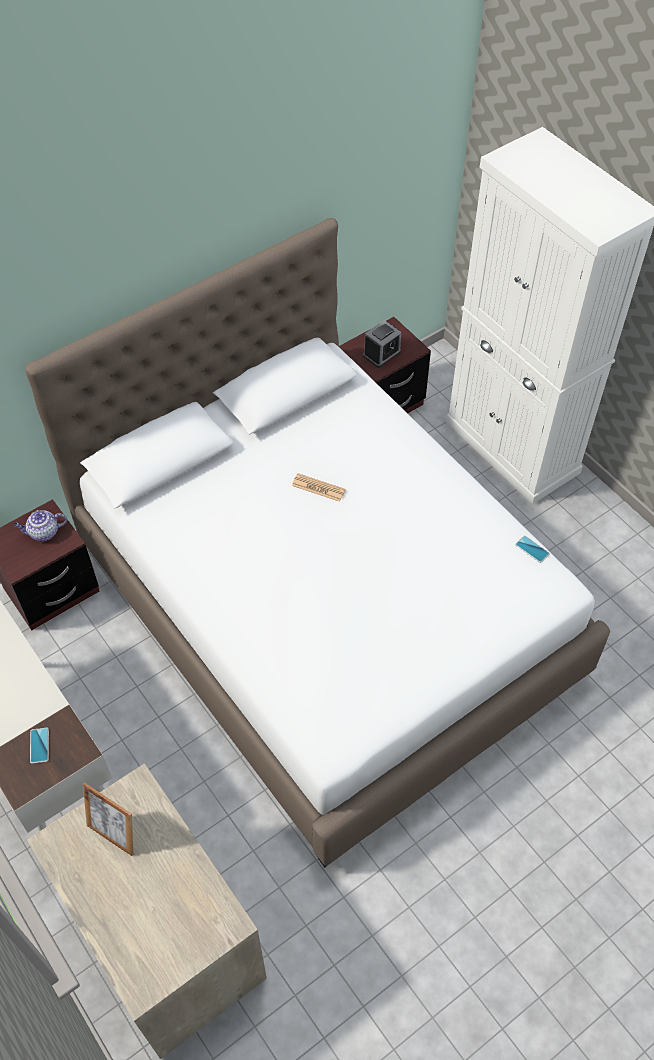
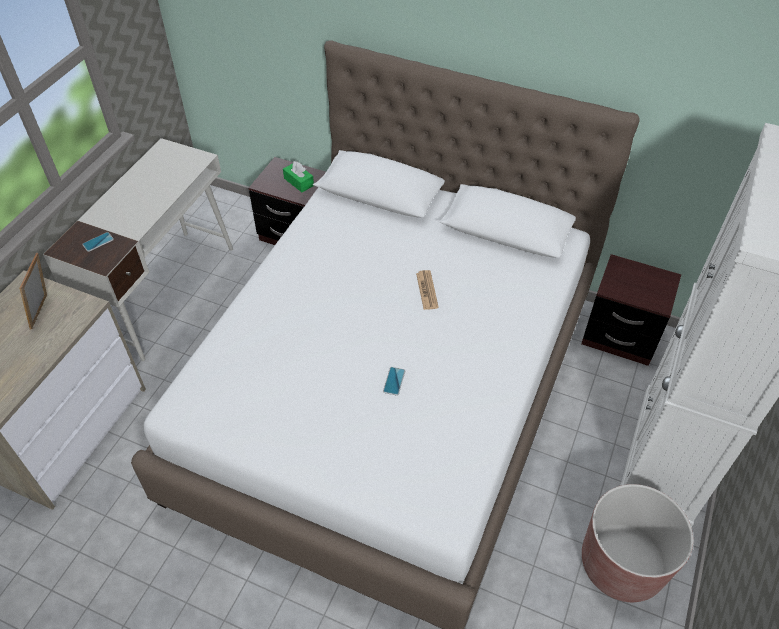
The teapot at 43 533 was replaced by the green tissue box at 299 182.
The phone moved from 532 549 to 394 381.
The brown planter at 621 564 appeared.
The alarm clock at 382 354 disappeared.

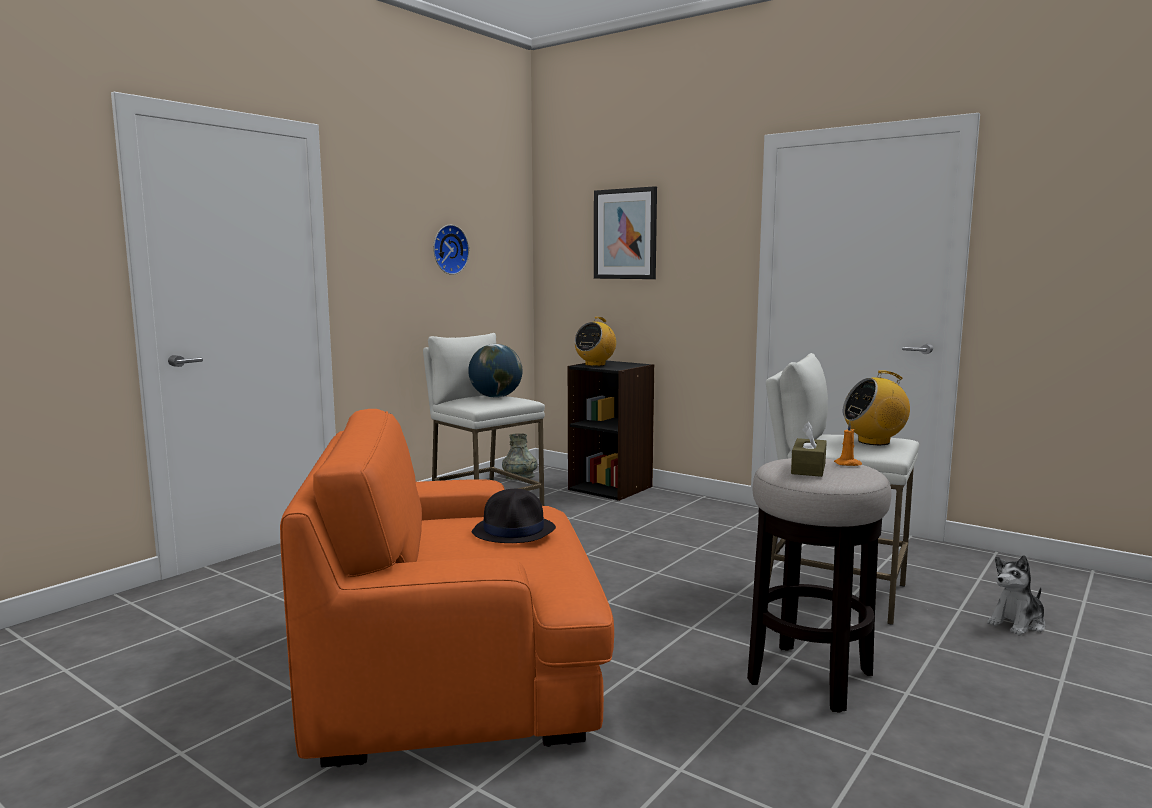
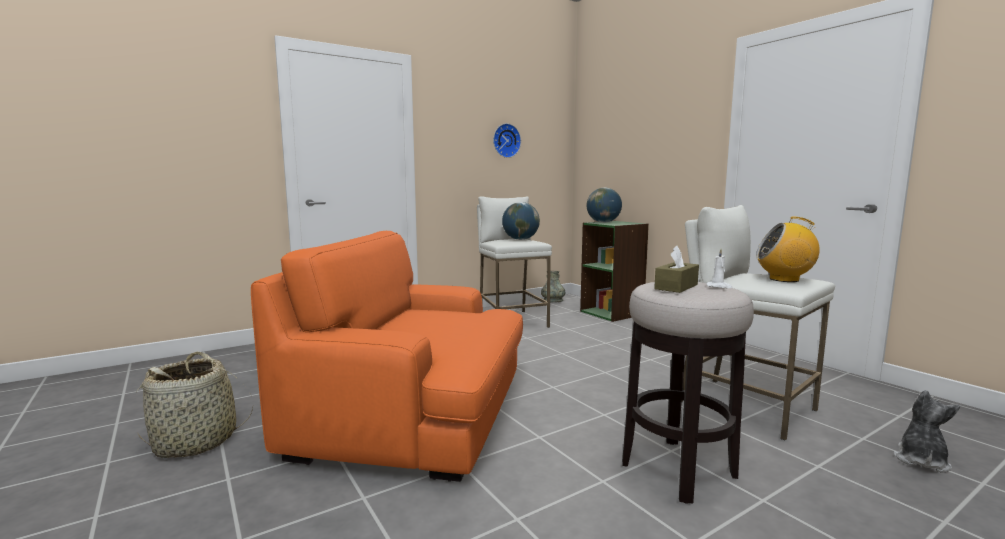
The basket at 196 442 appeared.
The black bookcase at 611 488 became the green bookcase at 612 313.
The radio at 595 364 was replaced by the globe at 603 222.
The orange candle at 848 464 became the white candle at 719 287.
The plush toy at 1017 623 turned 135 degrees clockwise.
The black hat at 514 531 disappeared.
The picture at 625 234 disappeared.

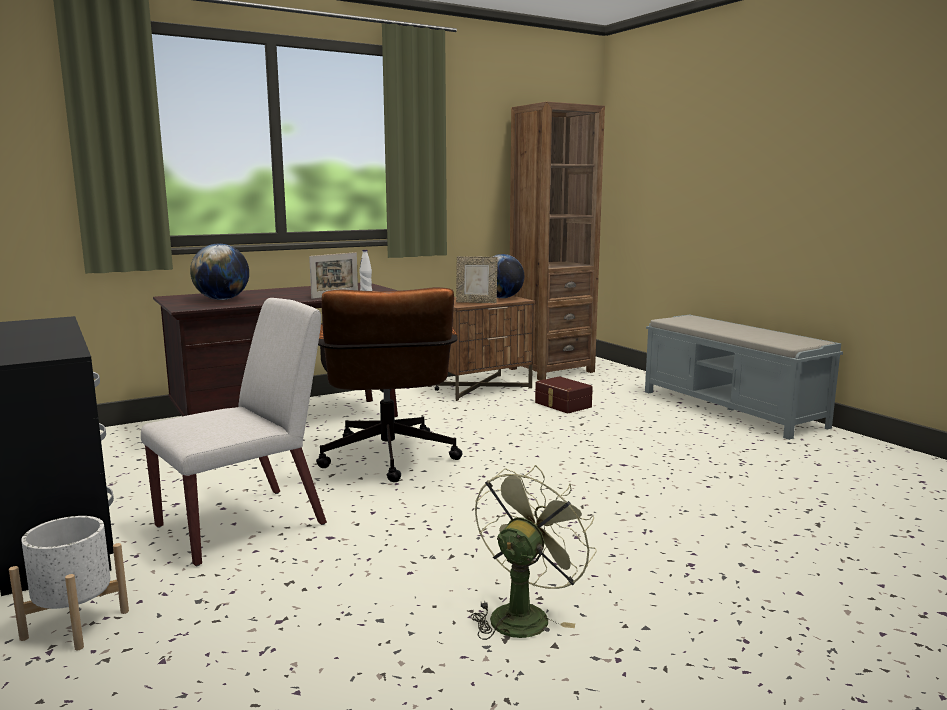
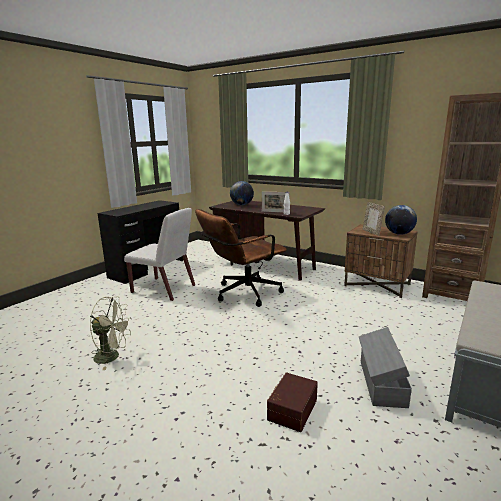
The brown storage box moved from 562 405 to 291 409.
The grey storage box at 381 383 appeared.
The white planter at 75 625 disappeared.

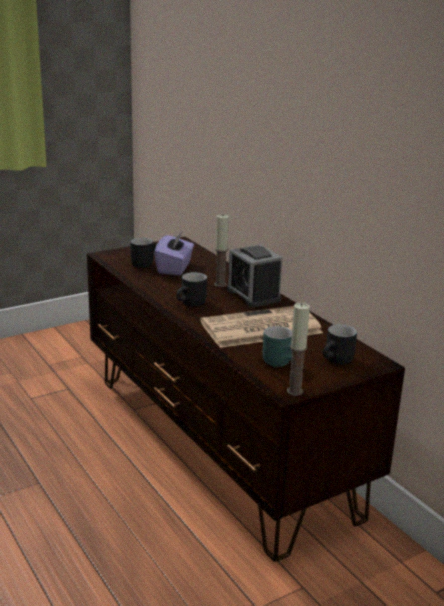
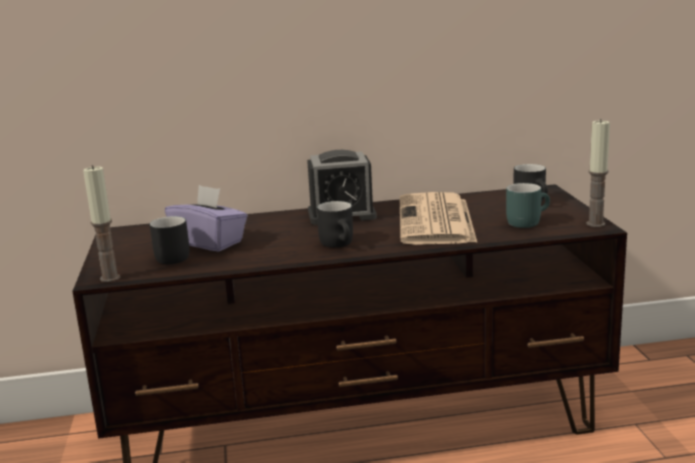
The candle moved from 220 284 to 110 278.

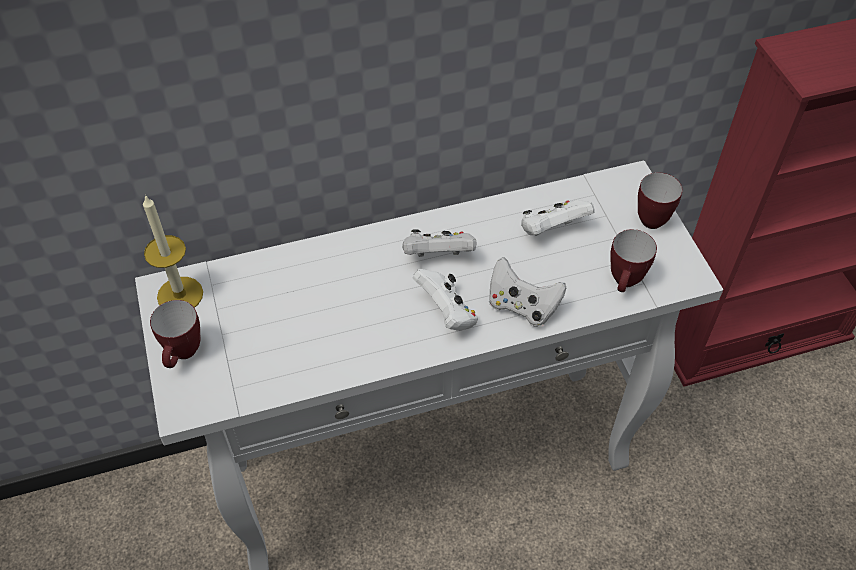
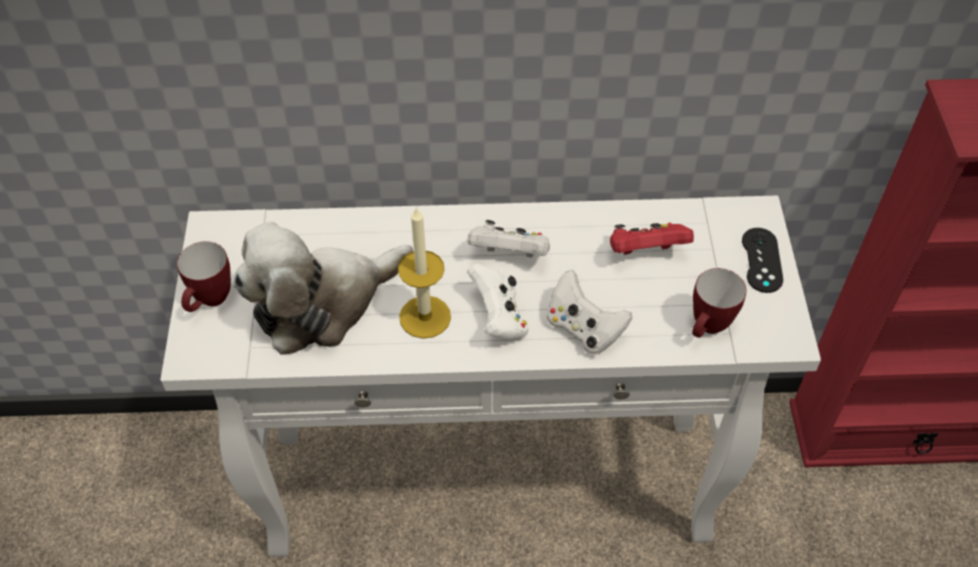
The plush toy at 322 303 appeared.
The candle moved from 180 295 to 425 317.
The white game controller at 552 230 became the red game controller at 645 252.
The mug at 649 217 was replaced by the black game controller at 761 260.

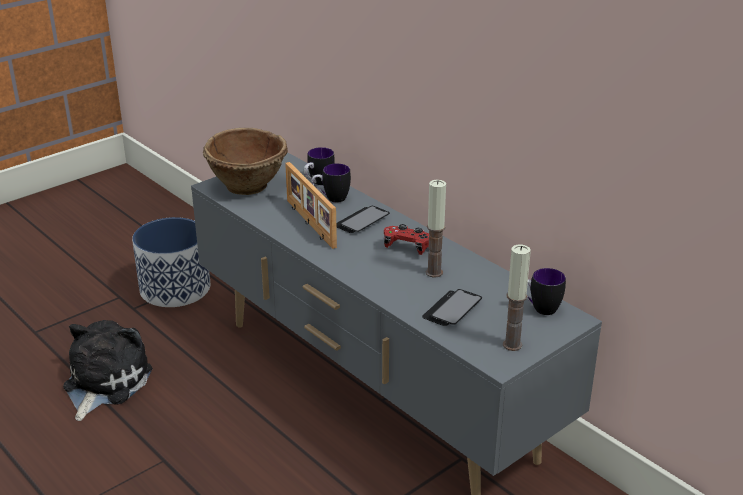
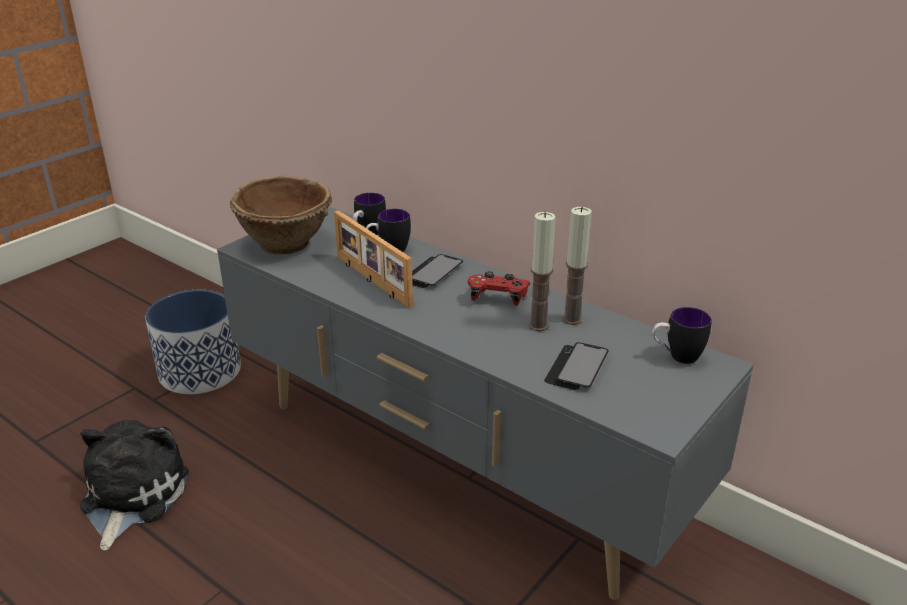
The candle moved from 512 345 to 572 319.

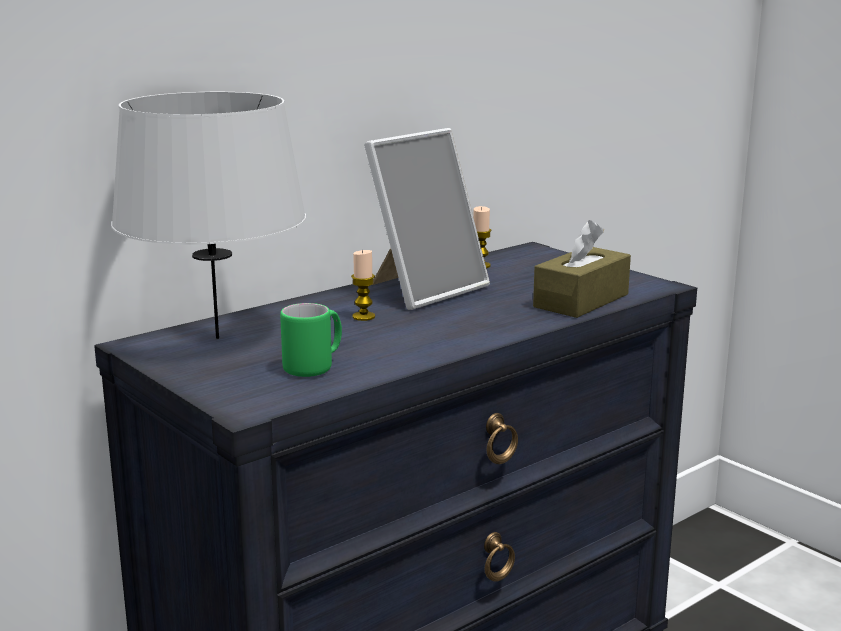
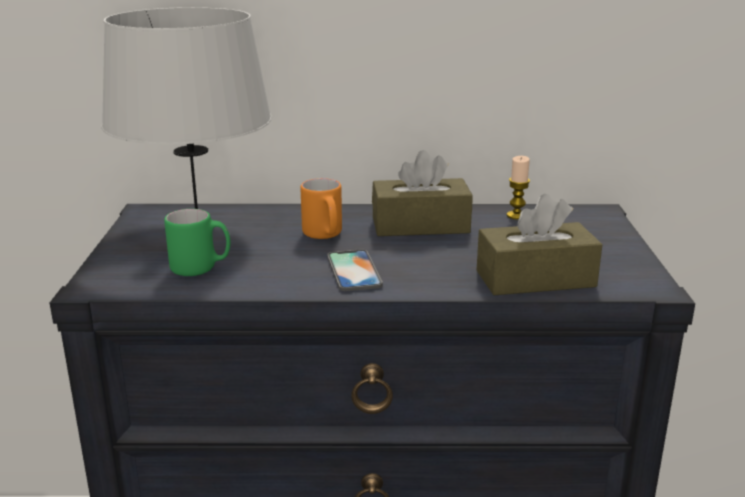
The candle at 363 317 was replaced by the orange mug at 324 236.
The phone at 354 271 appeared.
The picture frame at 424 290 was replaced by the brown tissue box at 420 225.

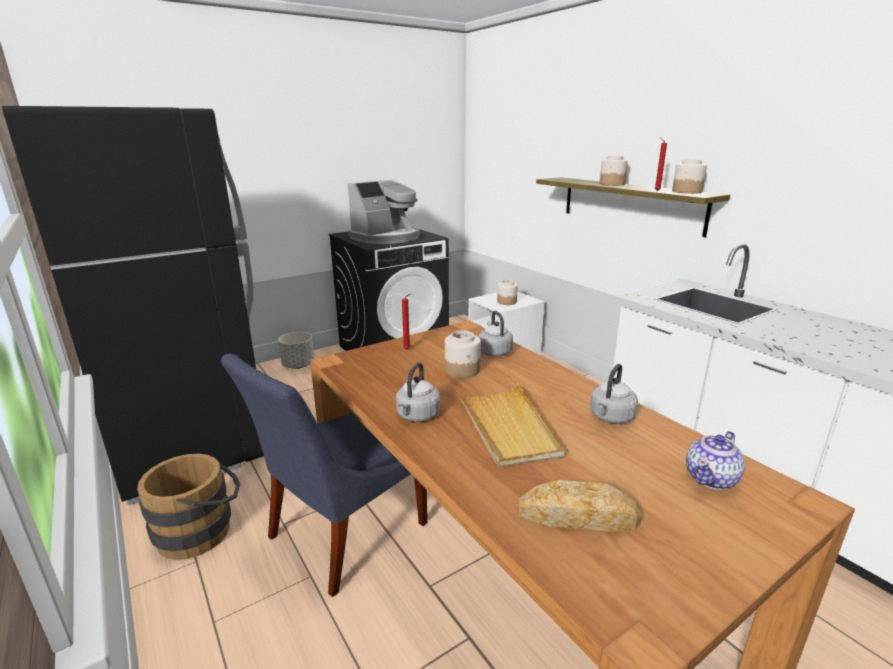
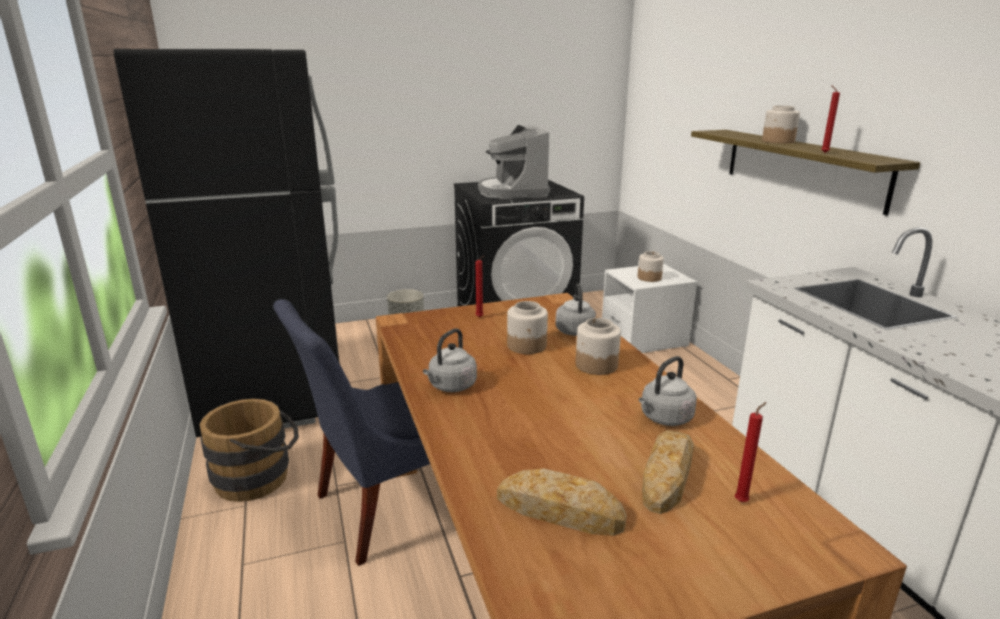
The coffee machine at 386 238 turned 105 degrees clockwise.
The jar moved from 686 192 to 596 365.
The bread at 667 475 appeared.
The teapot at 712 478 was replaced by the red candle at 742 501.
The beige tray at 507 426 disappeared.

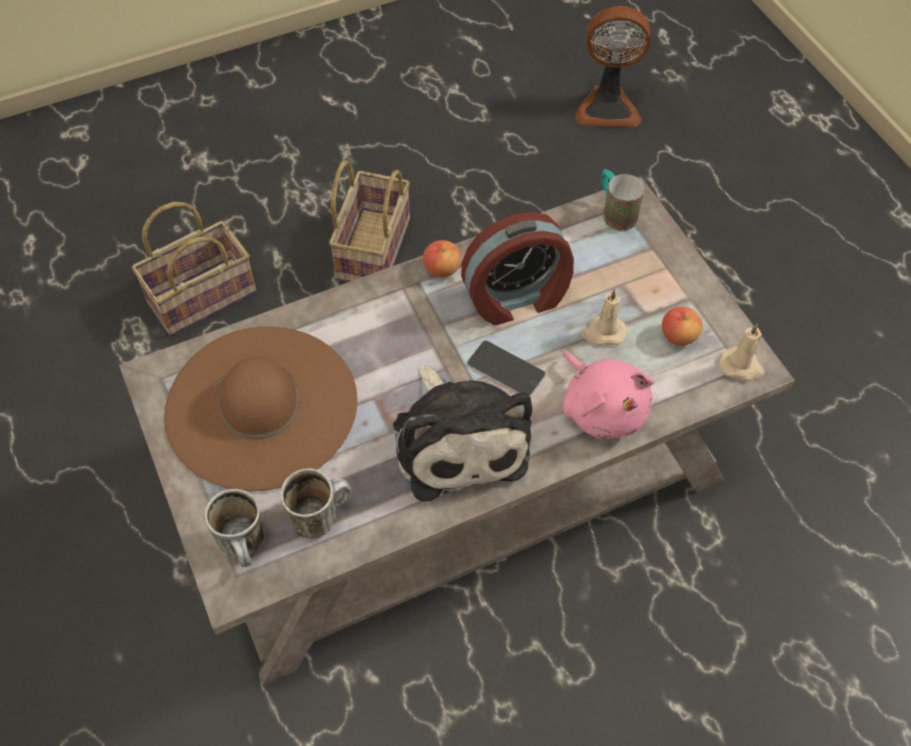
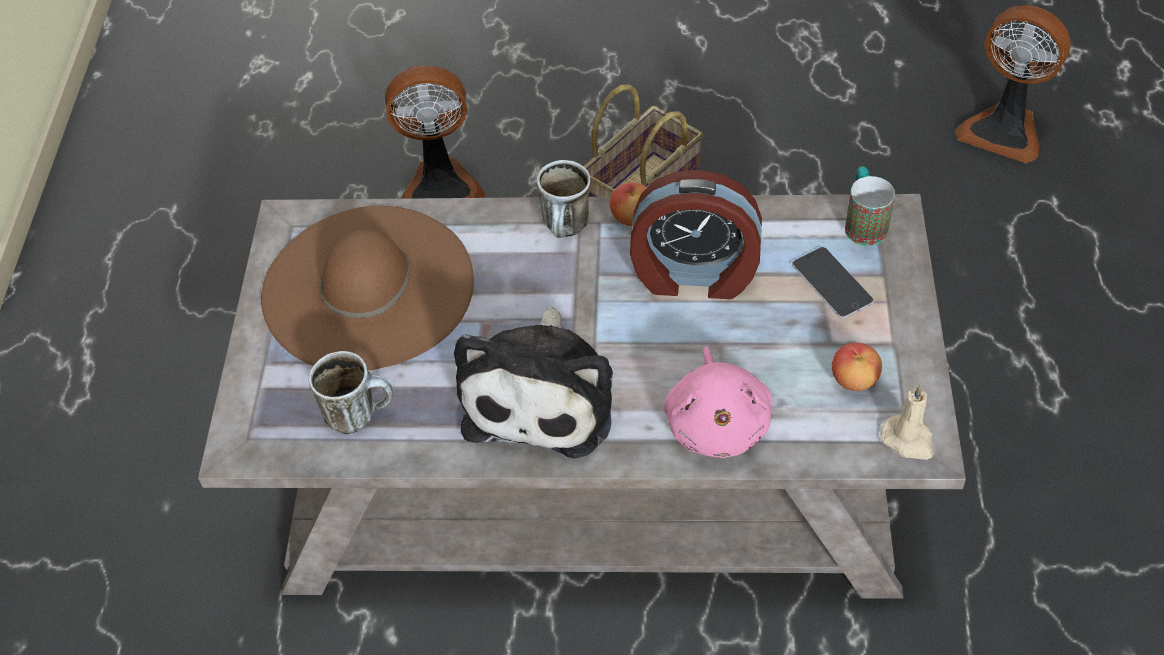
The basket at 203 294 was replaced by the fan at 441 186.
The mug moved from 246 547 to 567 230.
The phone moved from 506 369 to 832 283.
The beige candle at 603 332 disappeared.

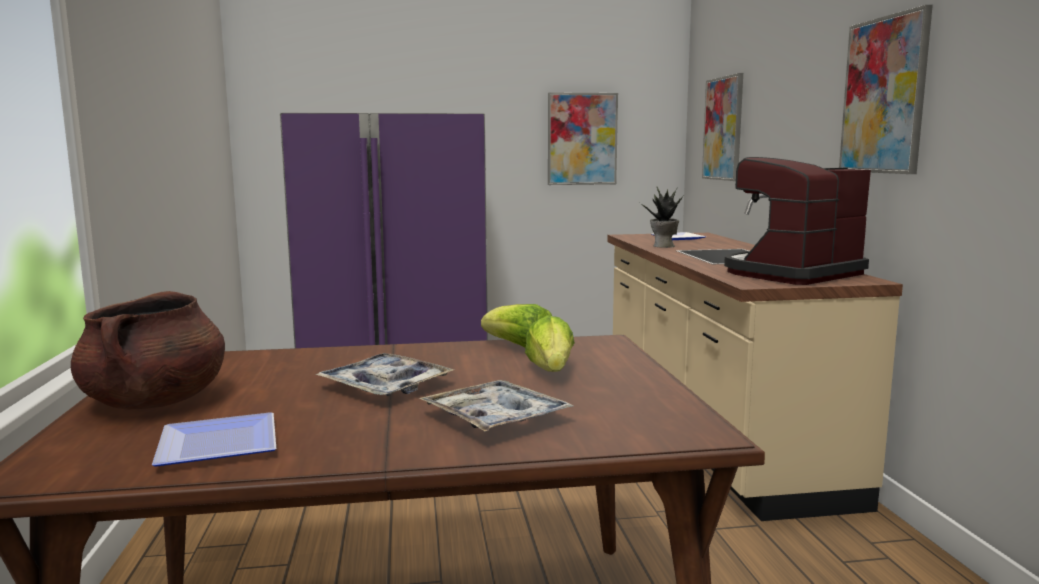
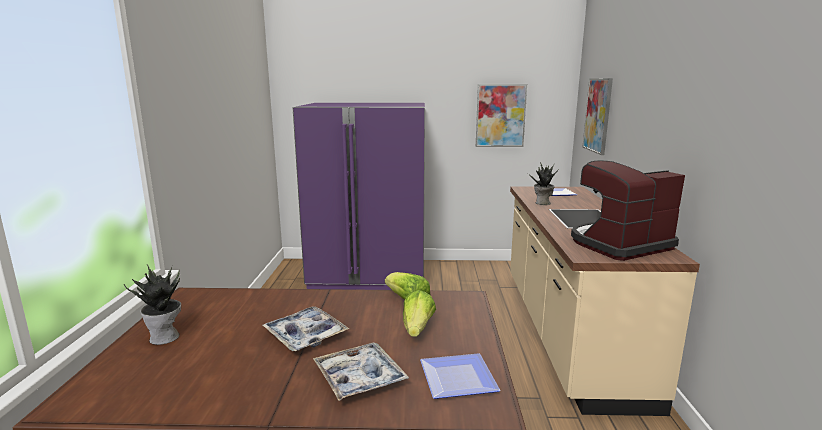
The brown cooking pot at 155 402 was replaced by the potted plant at 166 337.
The plate moved from 223 442 to 459 377.
The picture at 884 95 disappeared.

